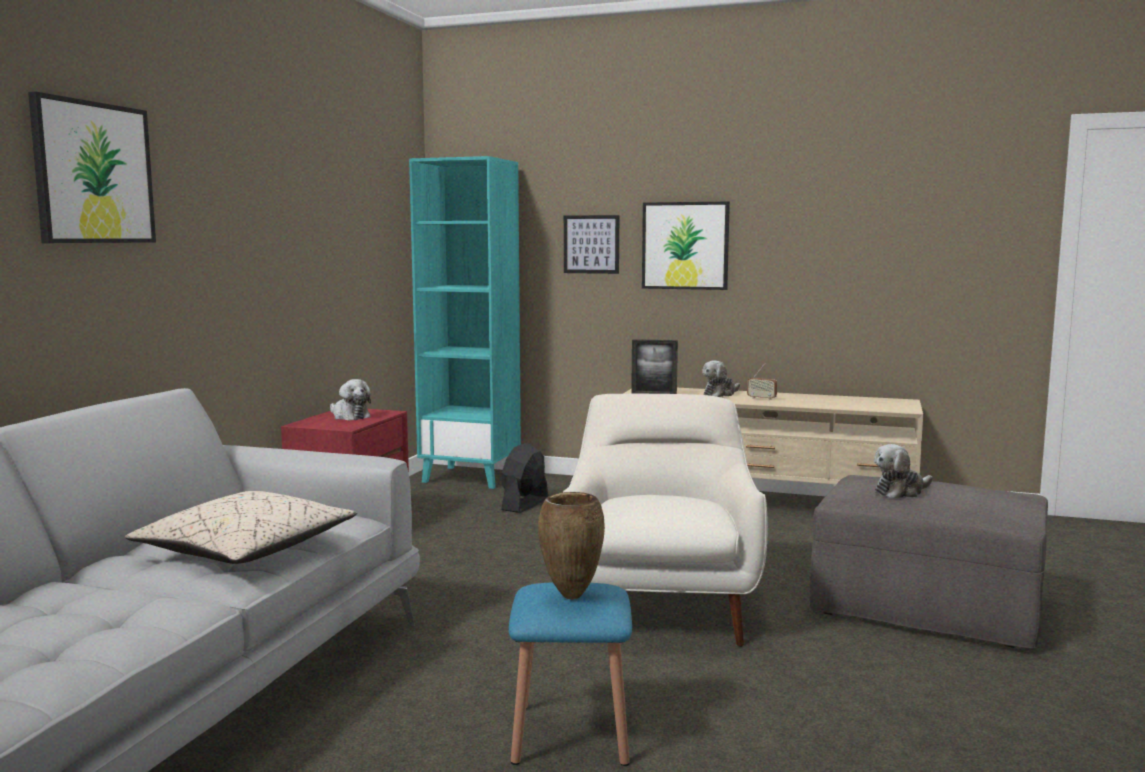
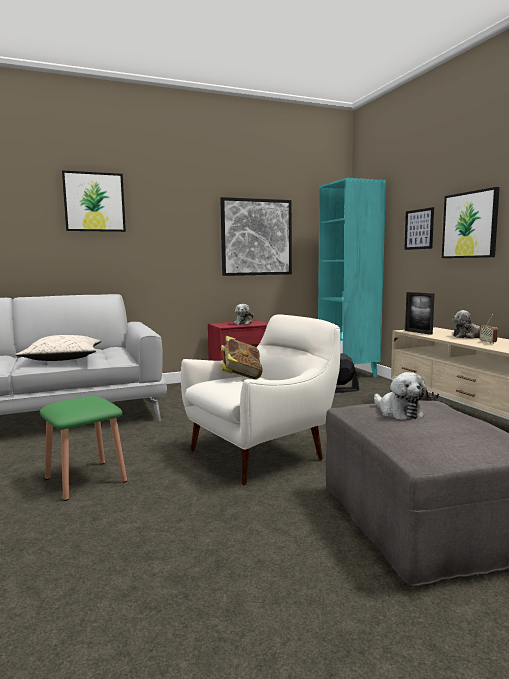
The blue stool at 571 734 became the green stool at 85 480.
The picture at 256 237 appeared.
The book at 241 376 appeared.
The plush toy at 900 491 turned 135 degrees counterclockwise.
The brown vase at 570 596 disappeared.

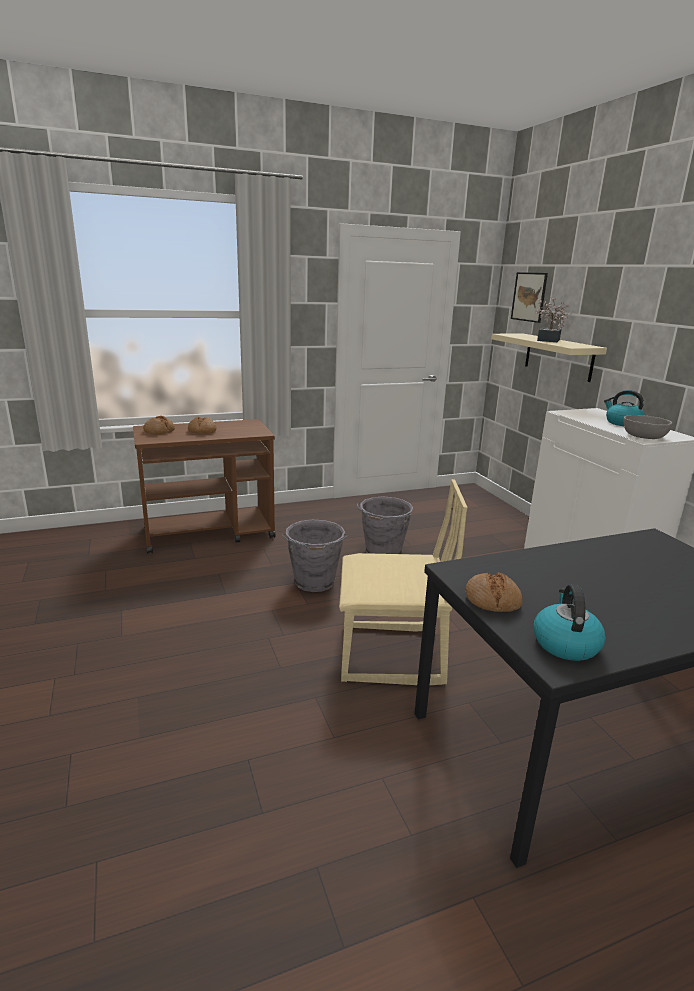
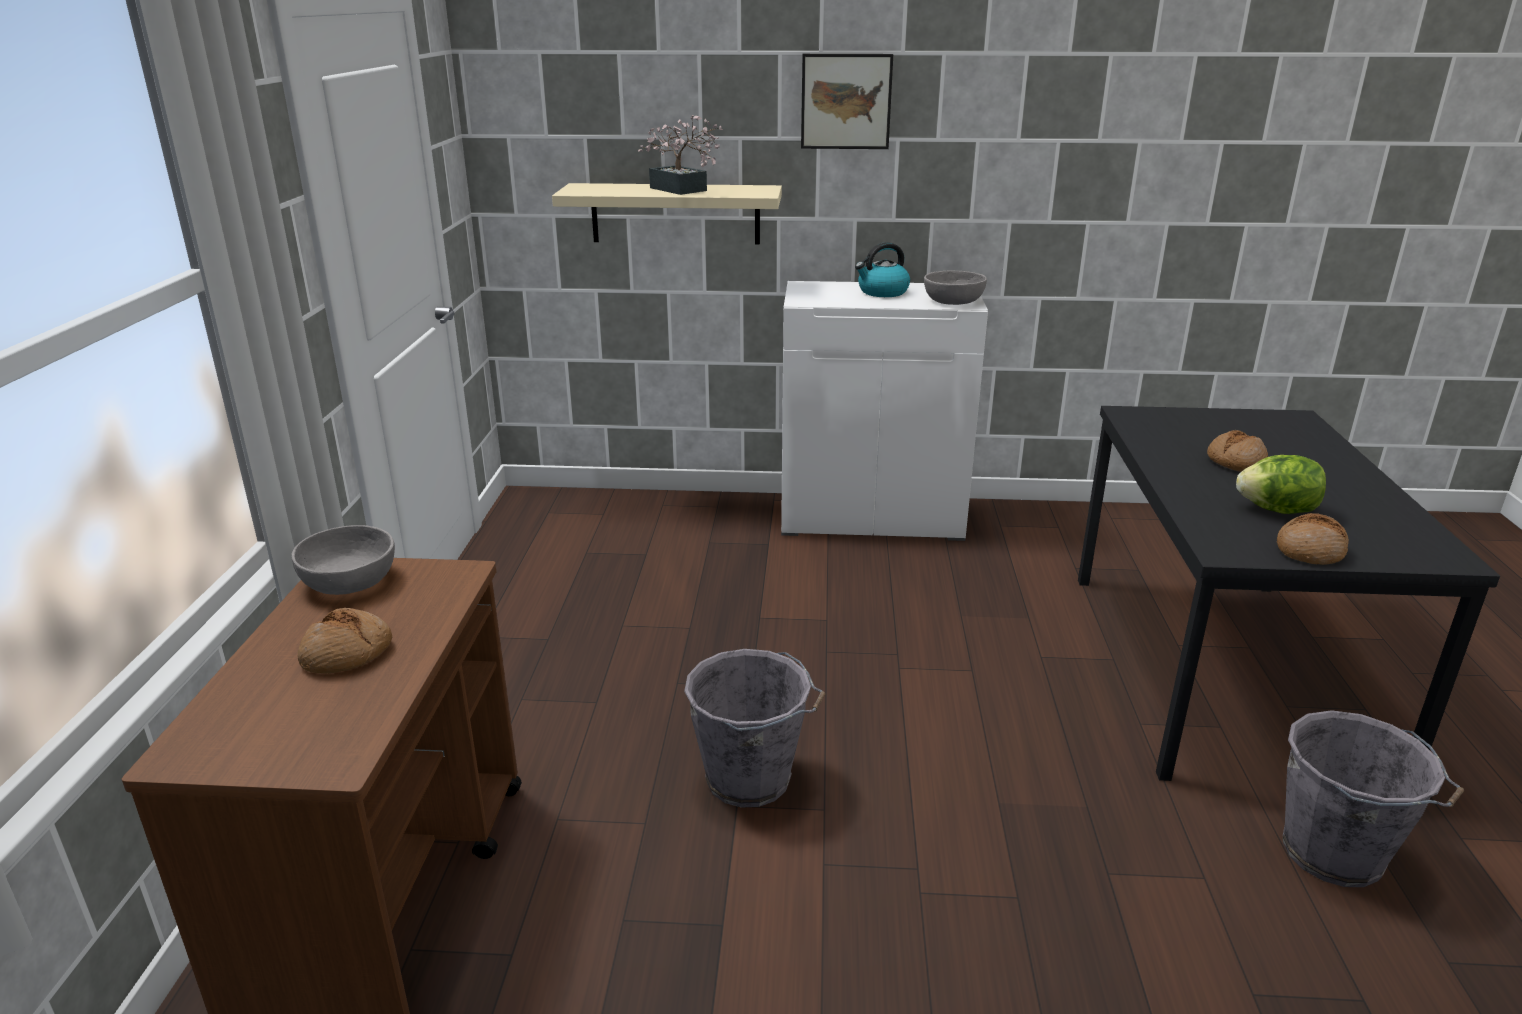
The grey bowl at 350 581 appeared.
The picture moved from 529 297 to 846 101.
The bread moved from 159 431 to 1235 462.
The lettuce at 1276 510 appeared.
The grey bucket moved from 382 553 to 1336 856.
The beige chair at 391 655 disappeared.
The kettle at 565 643 disappeared.

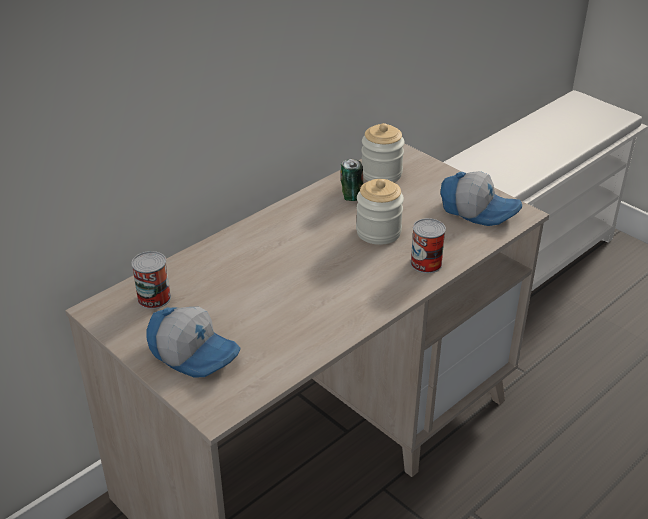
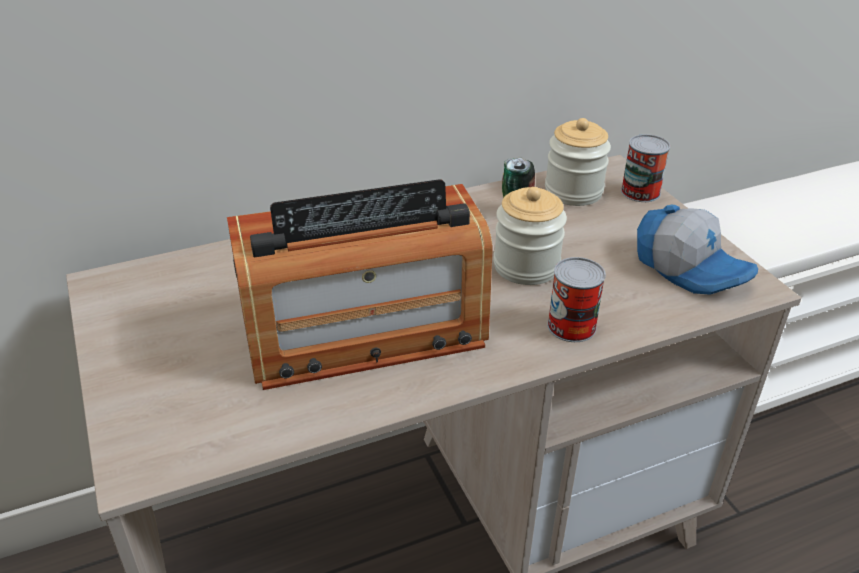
The radio at 364 332 appeared.
The can moved from 154 298 to 640 192.
The cap at 194 352 disappeared.

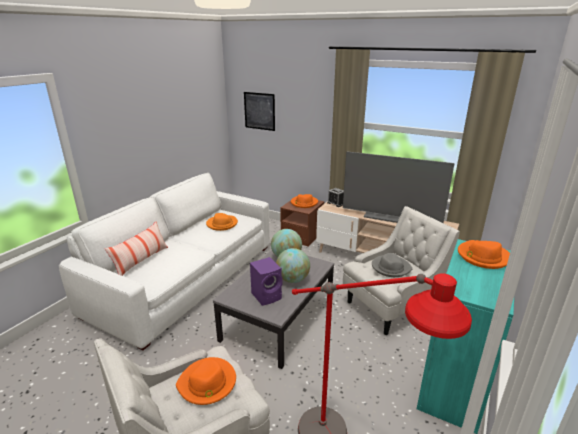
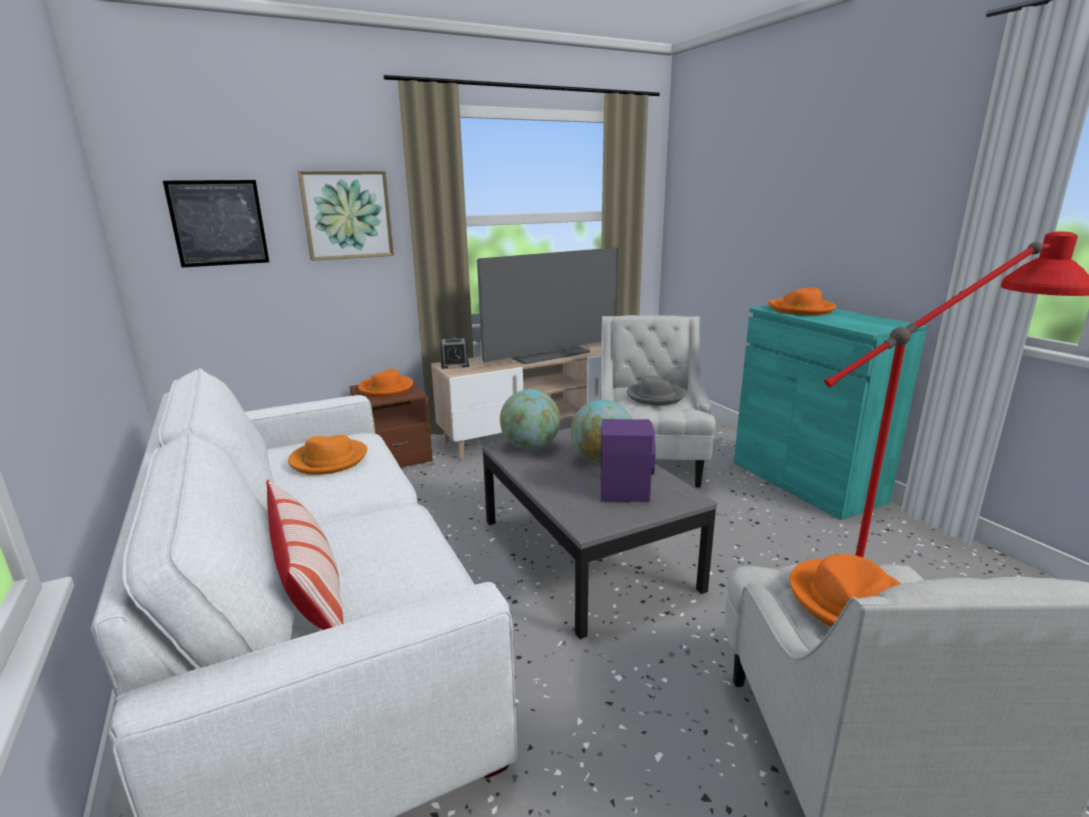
The picture at 347 215 appeared.

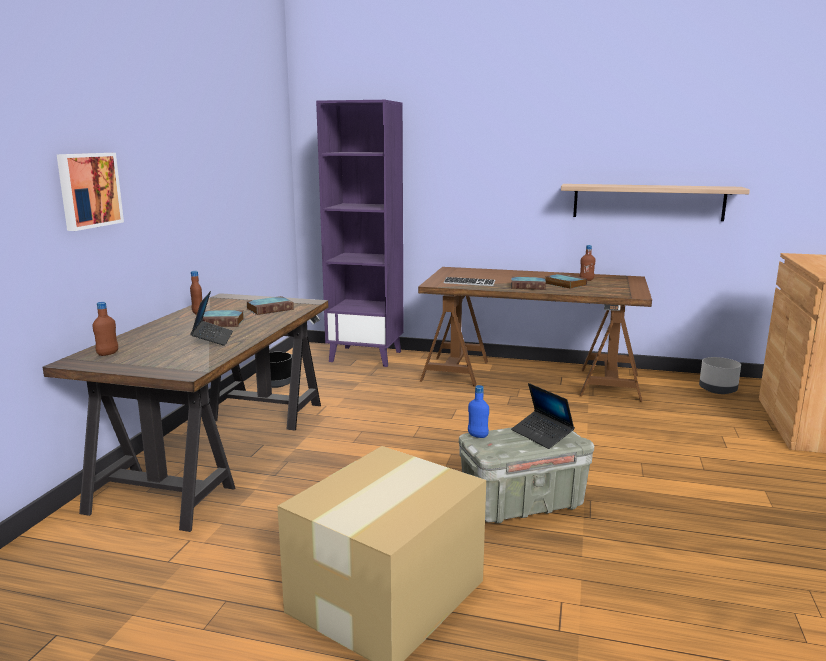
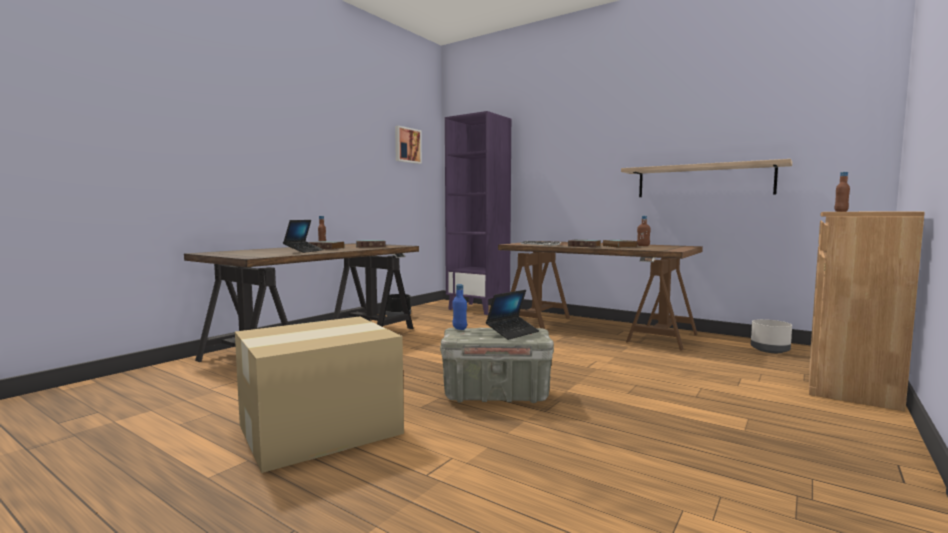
The picture moved from 88 190 to 407 145.
The laptop at 542 435 turned 120 degrees counterclockwise.
The brown bottle moved from 108 354 to 841 212.

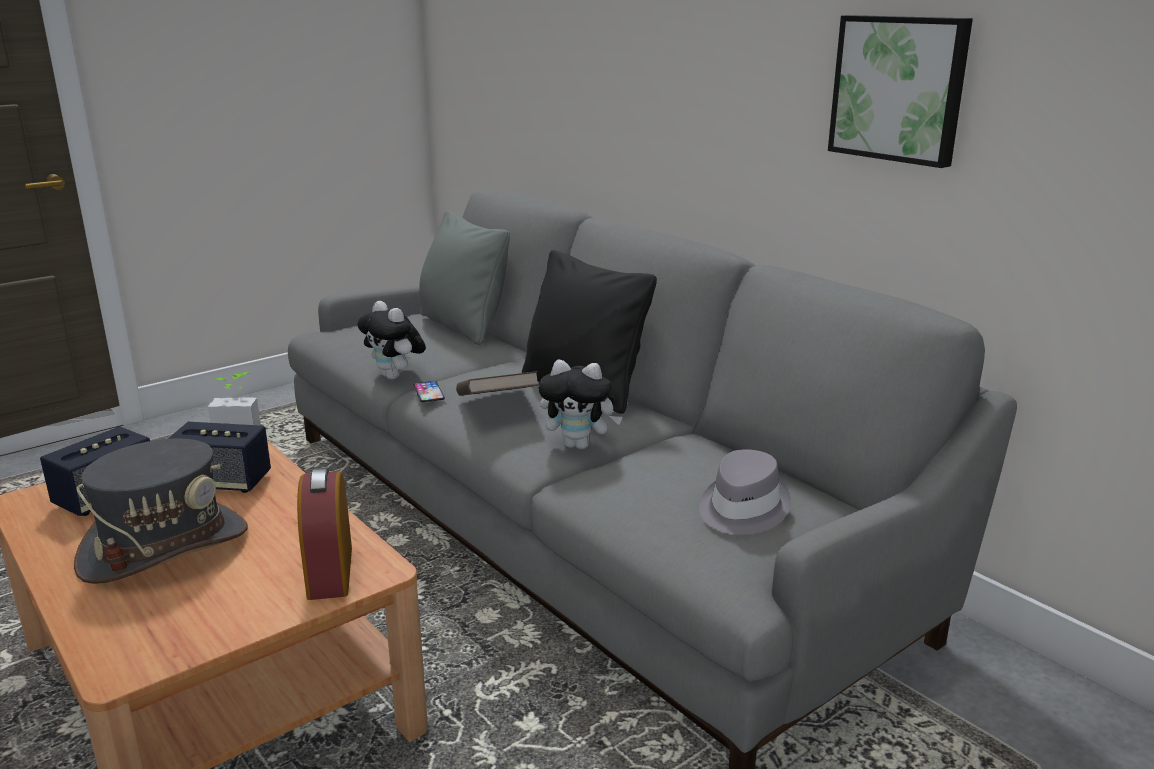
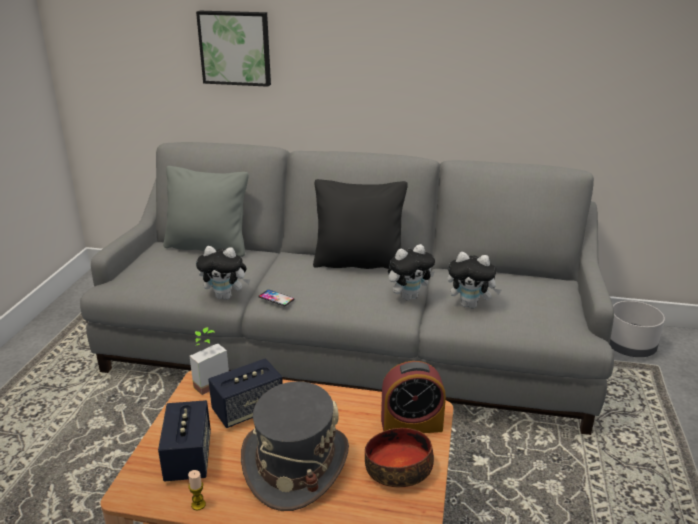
The candle at 198 504 appeared.
The picture moved from 899 88 to 235 48.
The bowl at 399 468 appeared.
The alarm clock at 330 572 turned 45 degrees counterclockwise.
The plush toy at 470 305 appeared.
The grey planter at 630 347 appeared.
The brown book at 496 406 disappeared.
The grey hat at 741 509 disappeared.

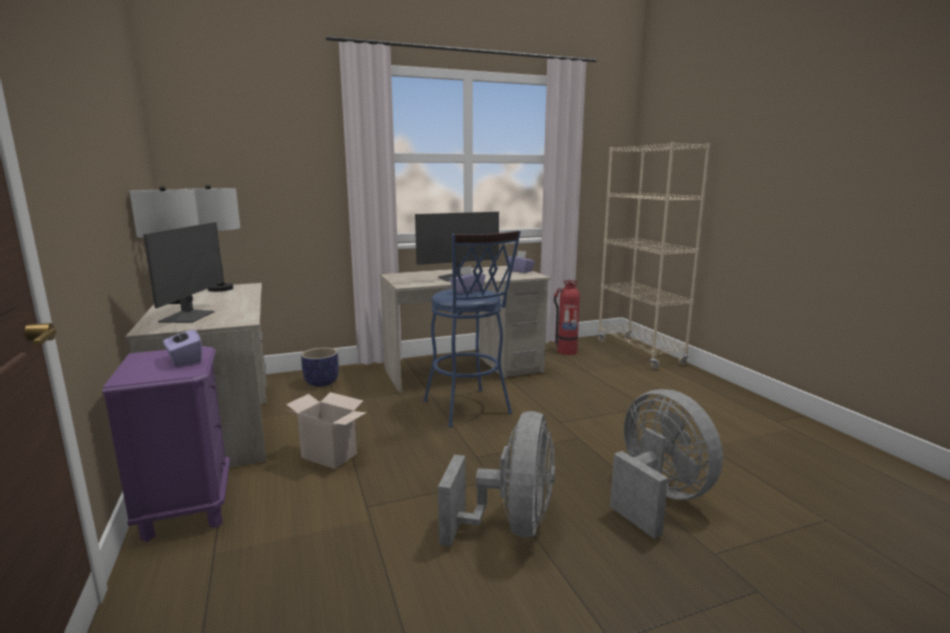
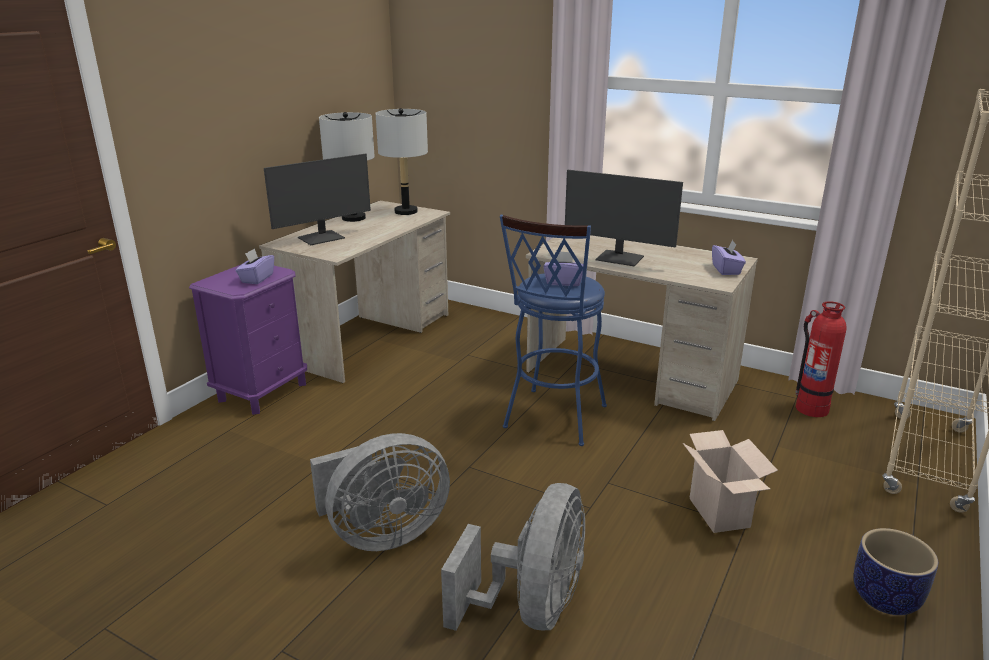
The cardboard box moved from 331 455 to 721 513.
The planter moved from 321 382 to 885 597.

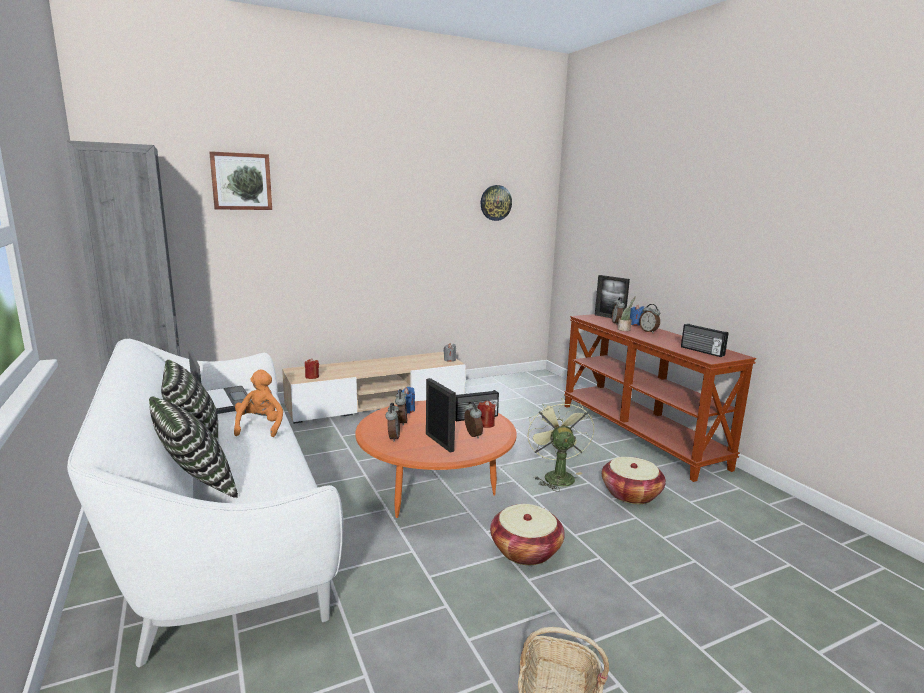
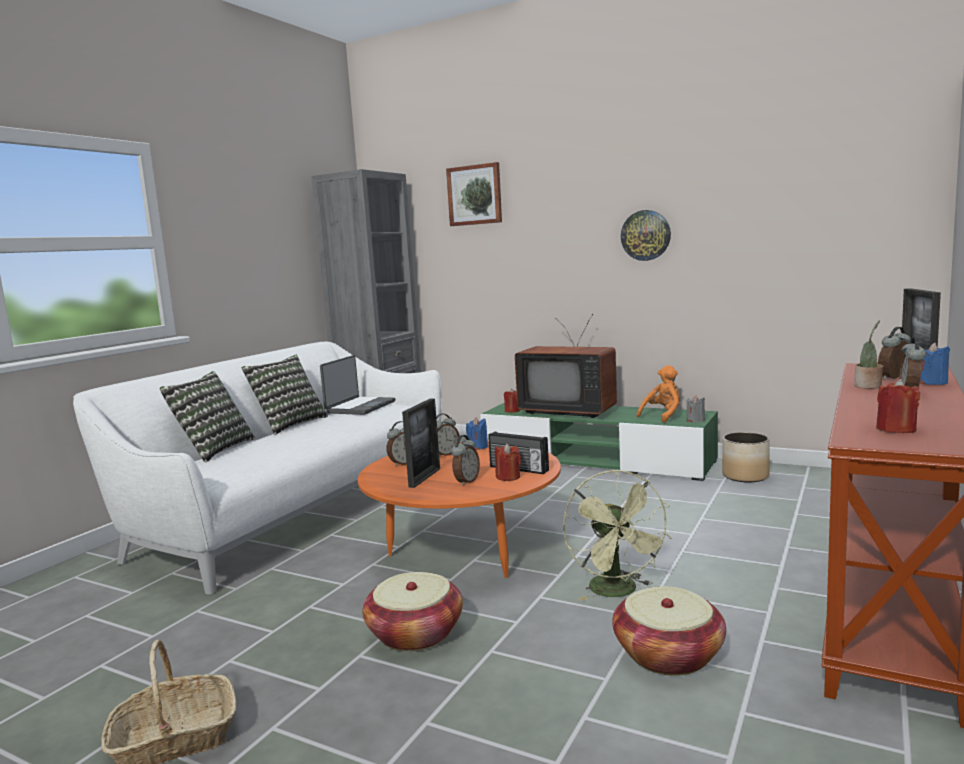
The beige tv stand at 376 402 became the green tv stand at 596 460.
The television at 569 411 appeared.
The green fan at 556 476 turned 120 degrees clockwise.
The wall clock moved from 495 203 to 645 235.
The orange plush toy moved from 260 427 to 663 416.
The planter at 745 476 appeared.
The radio at 701 351 was replaced by the red candle at 896 429.

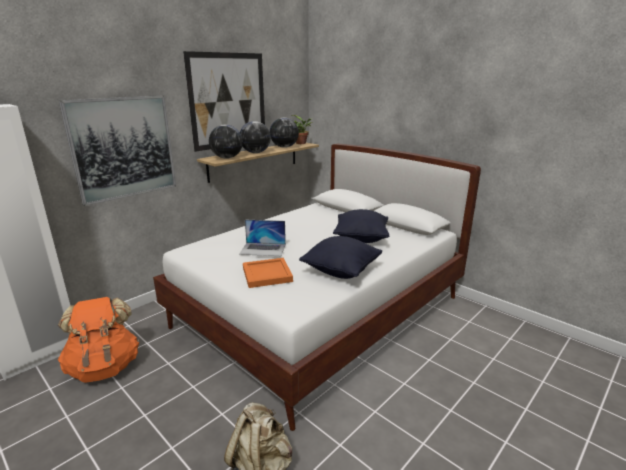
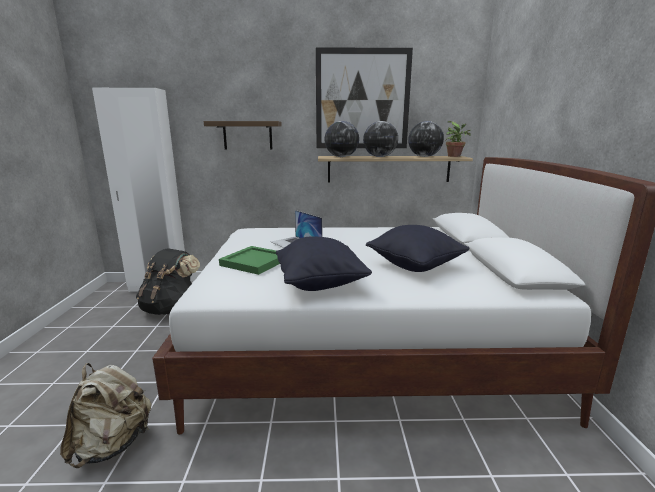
The orange backpack at 105 367 became the black backpack at 170 308.
The picture at 123 148 was replaced by the shelf at 247 135.
The orange tray at 266 275 became the green tray at 253 262.

